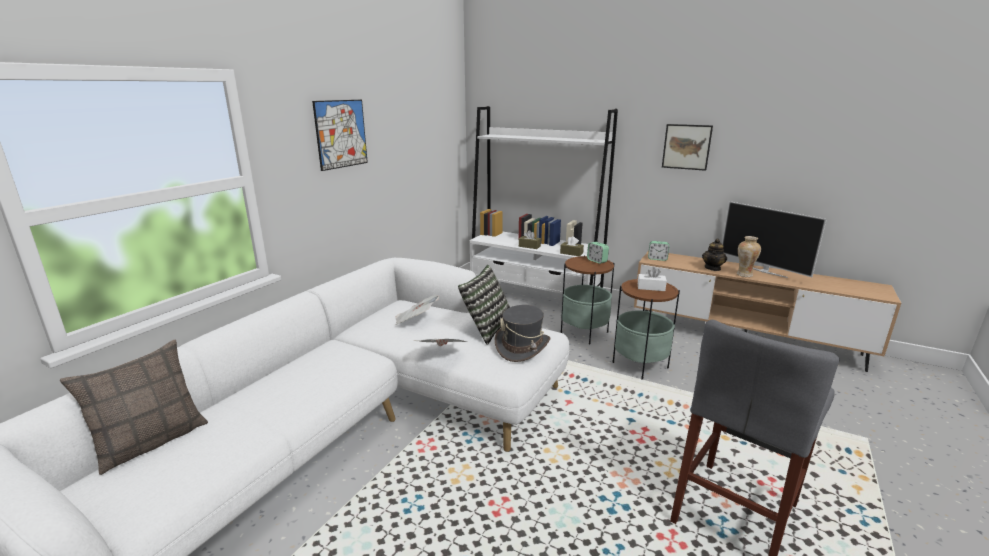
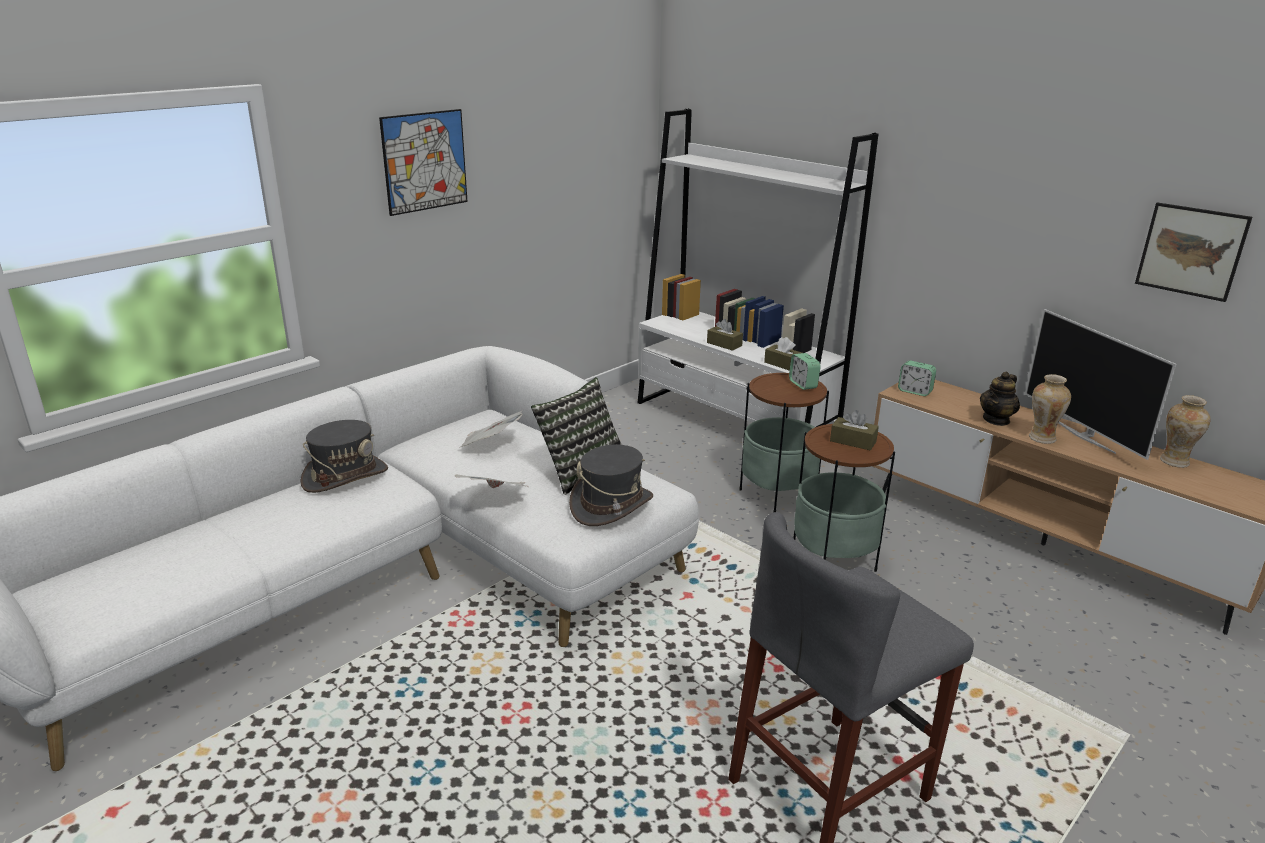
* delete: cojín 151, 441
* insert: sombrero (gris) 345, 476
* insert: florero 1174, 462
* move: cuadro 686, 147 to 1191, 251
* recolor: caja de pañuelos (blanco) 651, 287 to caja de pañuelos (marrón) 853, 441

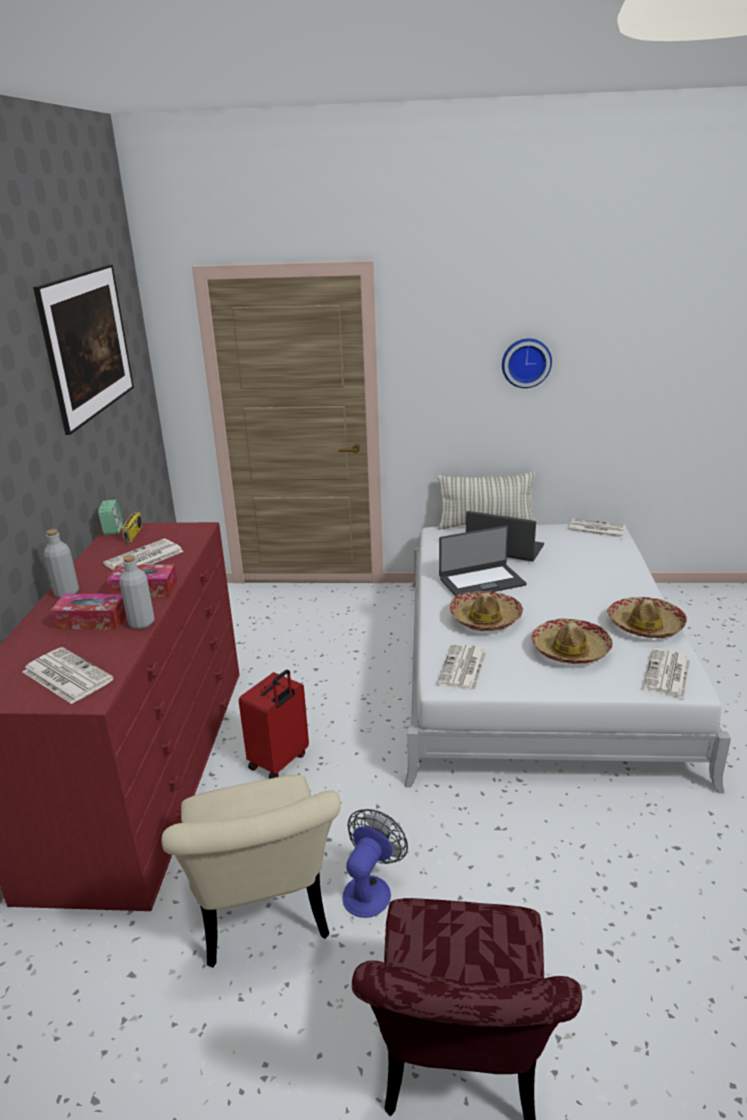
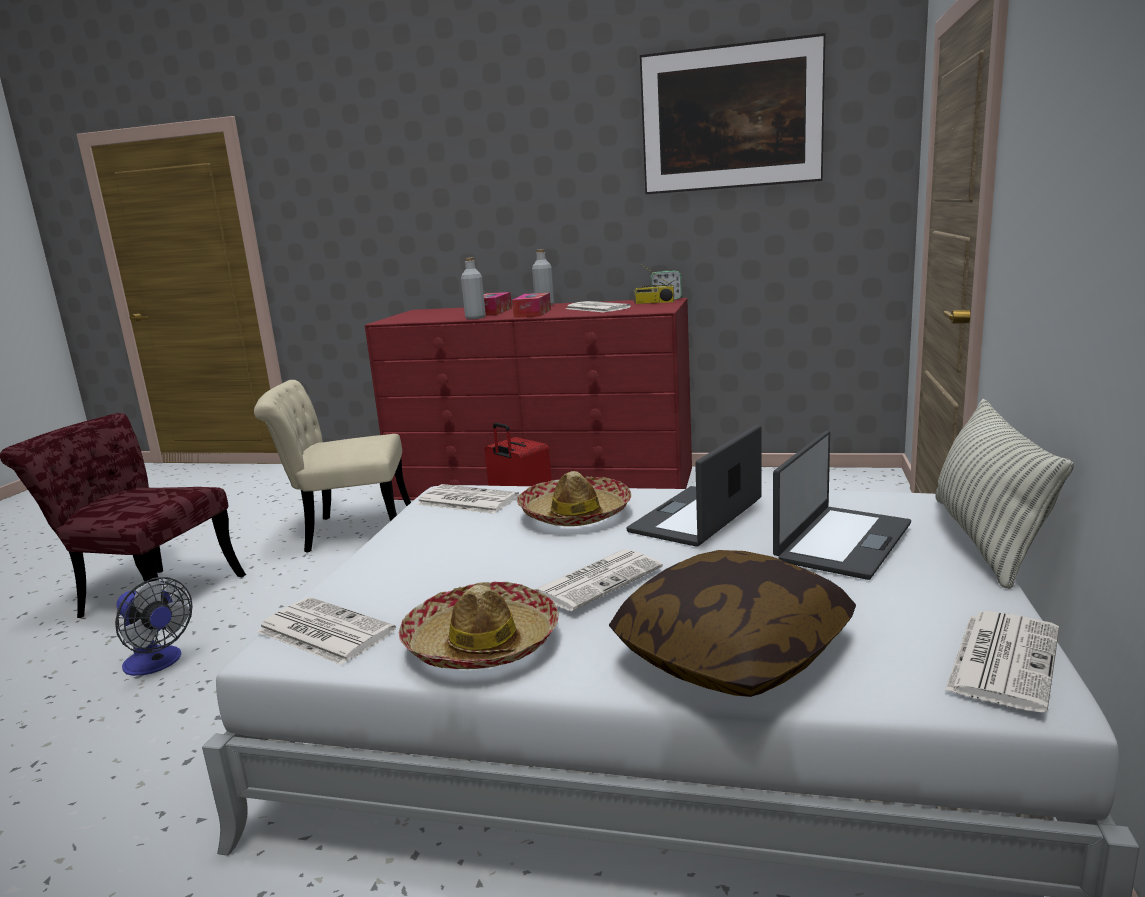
* delete: reloj de pared 526, 362
* delete: sombrero 570, 650
* insert: cojín 732, 653
* move: periódico 66, 676 to 598, 580
* move: ventilador 370, 888 to 157, 663
* rotate: portátil 481, 581 = 698, 517 45 degrees clockwise

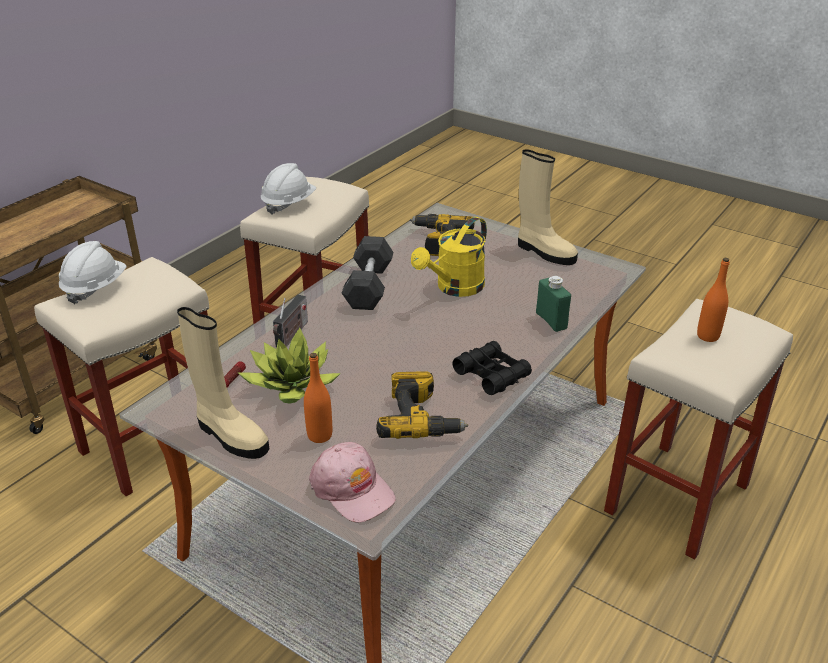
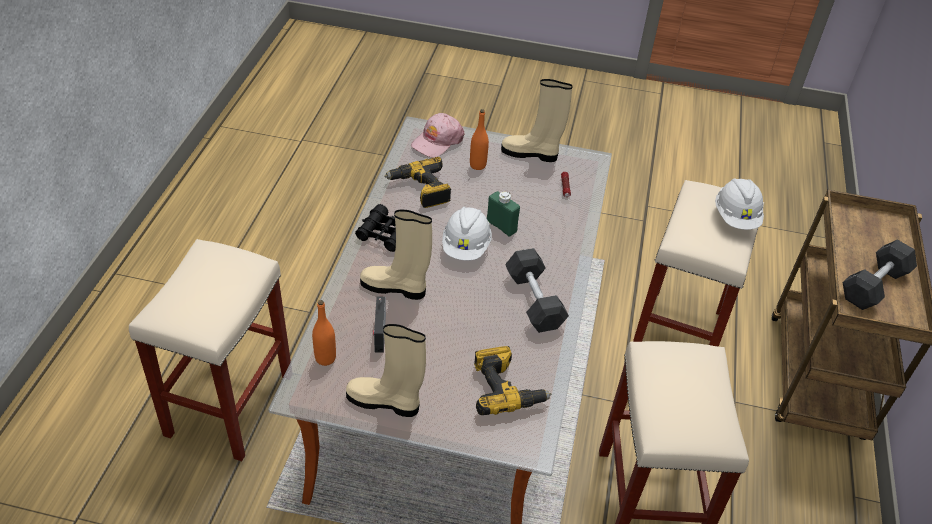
* delete: planta en maceta 292, 384
* delete: regadera (amarillo) 454, 288
* insert: bota (beis) 395, 287
* insert: mancuerna (gris) 874, 285
* move: casco (blanco) 288, 204 to 466, 247
* move: radio 291, 336 to 379, 331
* move: botella (verde) 551, 321 to 501, 226
* move: botella (naranja) 707, 336 to 325, 358
* rotate: gorra (rosa) 352, 489 = 437, 141 75 degrees counterclockwise

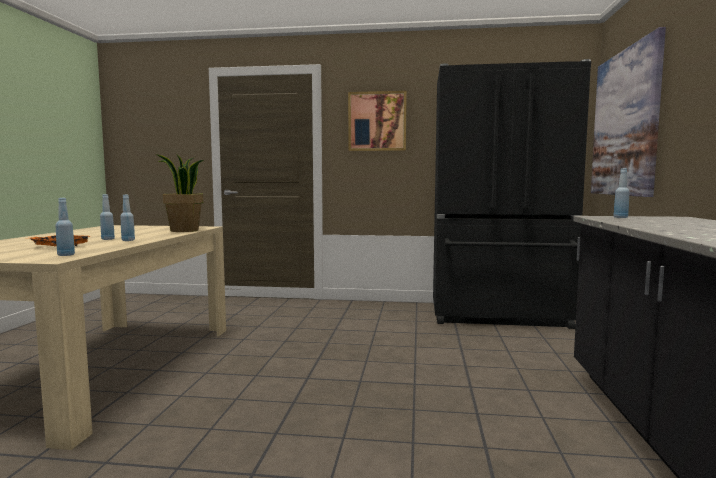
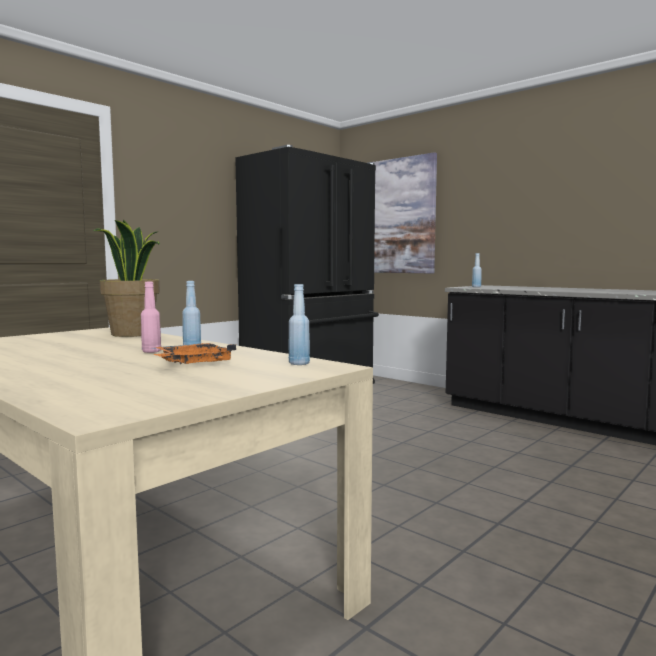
* delete: cuadro 377, 121
* recolor: botella (azul) 108, 239 to botella (rosa) 151, 351

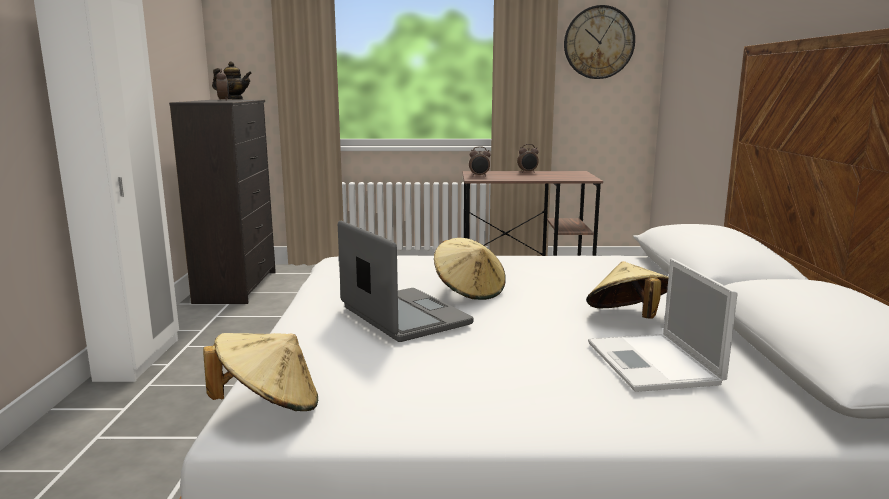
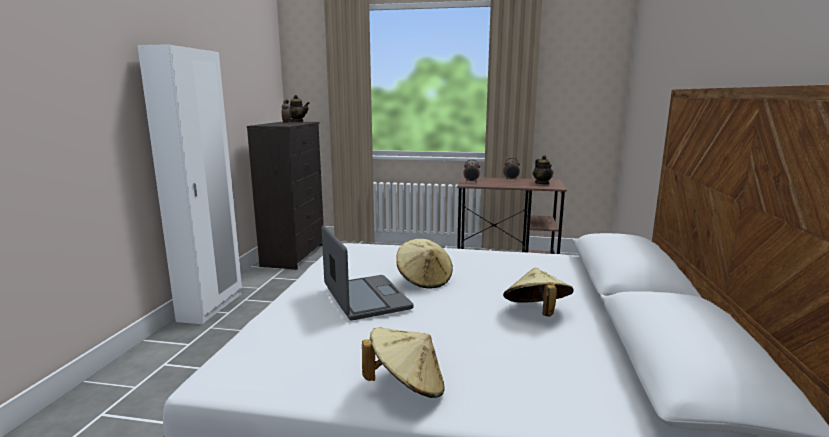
* delete: reloj de pared 599, 42
* delete: portátil 654, 364
* insert: tetera 542, 183
* move: sombrero (beis) 269, 406 to 406, 387

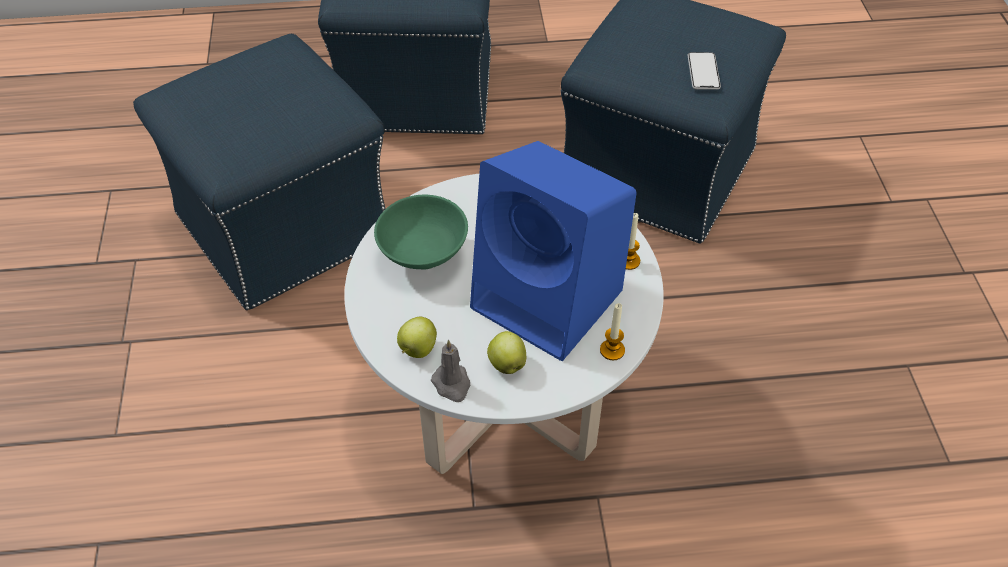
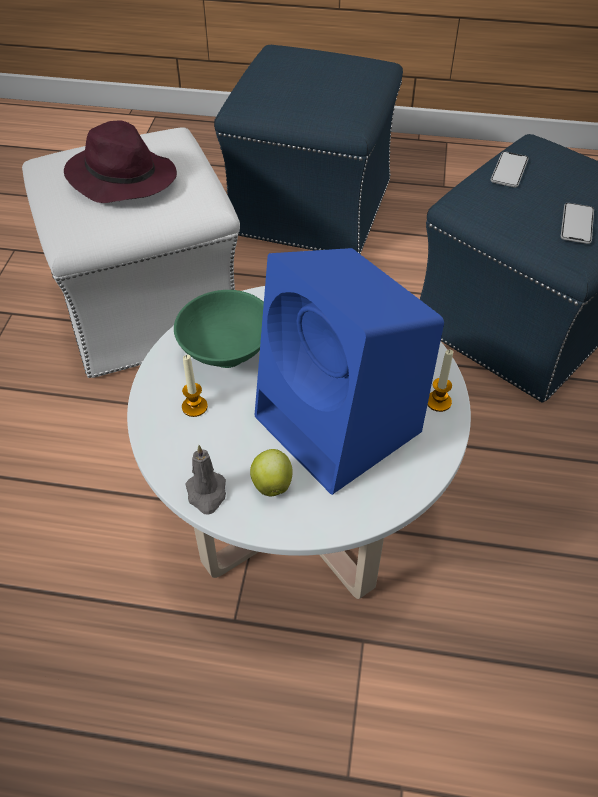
* delete: manzana 417, 349
* insert: sombrero (morado) 120, 177
* insert: móvil 509, 170
* move: vela 612, 350 to 194, 407
* recolor: puf (azul) 285, 224 to puf (blanco) 151, 307

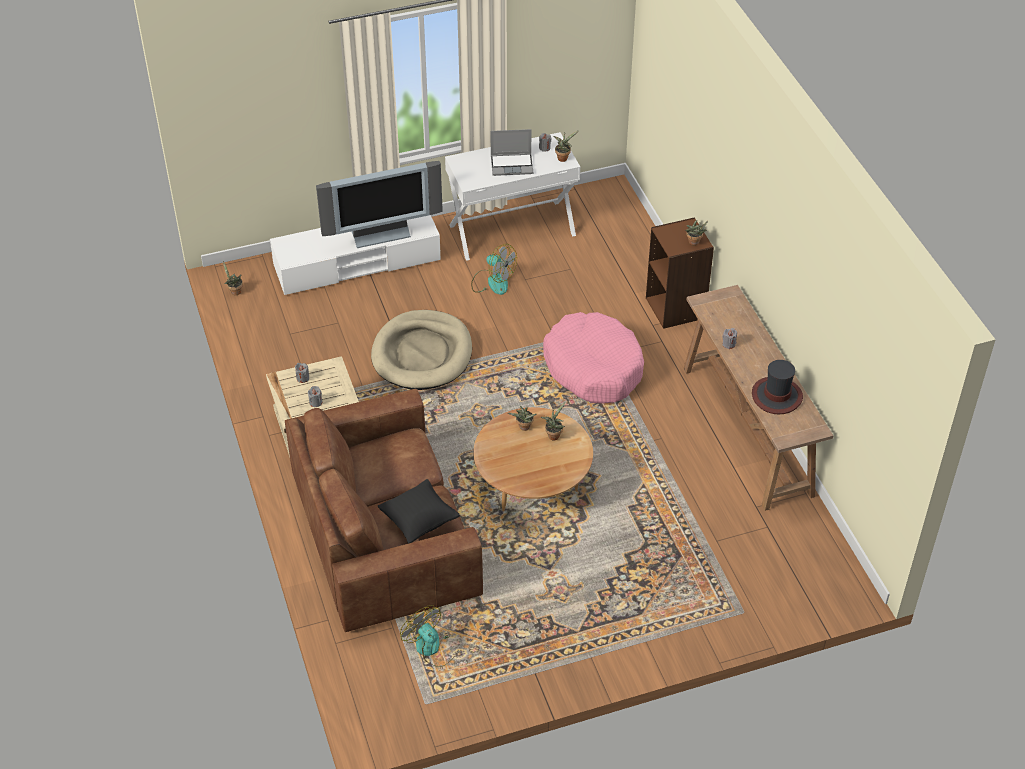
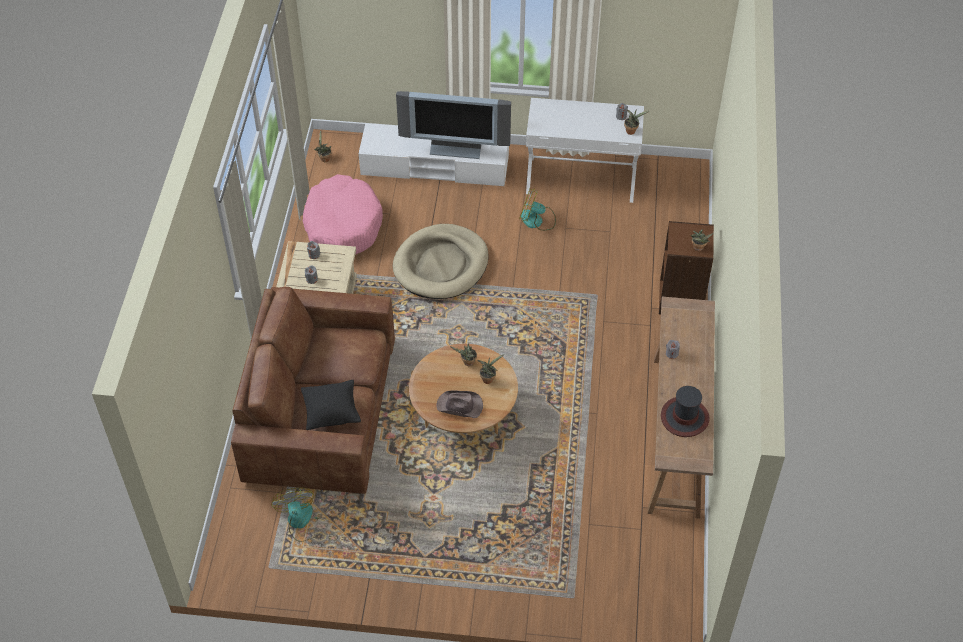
* delete: portátil 512, 165
* insert: sombrero (marrón) 460, 406
* move: cama para perro (rosa) 593, 367 to 342, 225
* rotate: ventilador 492, 281 = 537, 220 135 degrees clockwise

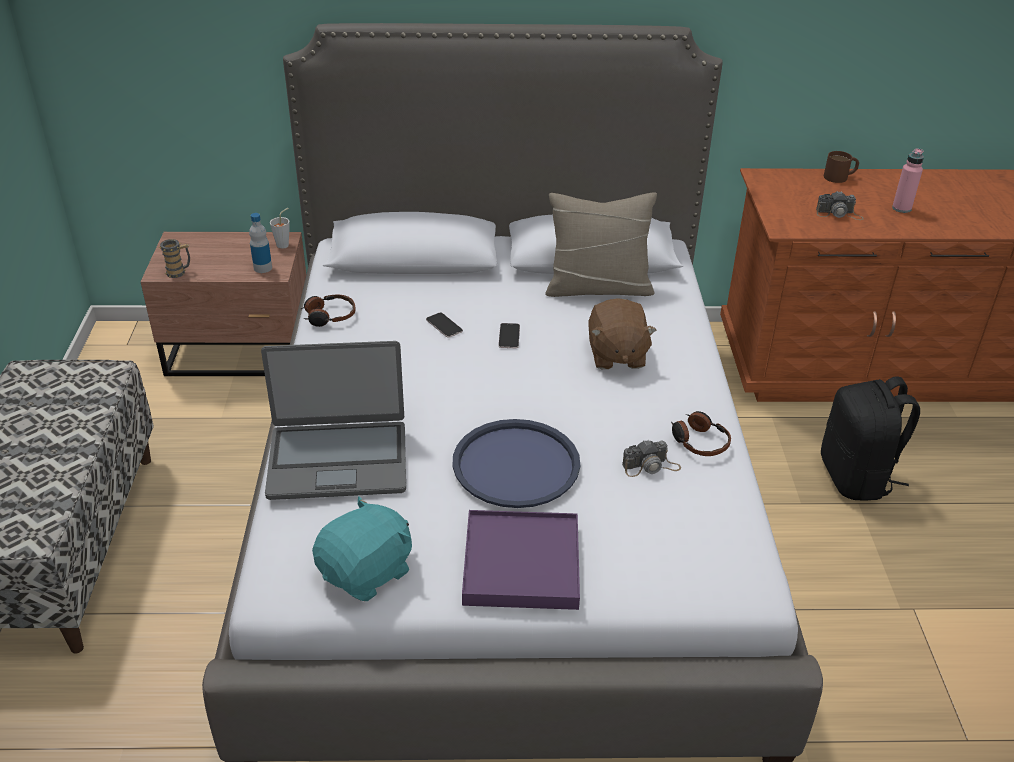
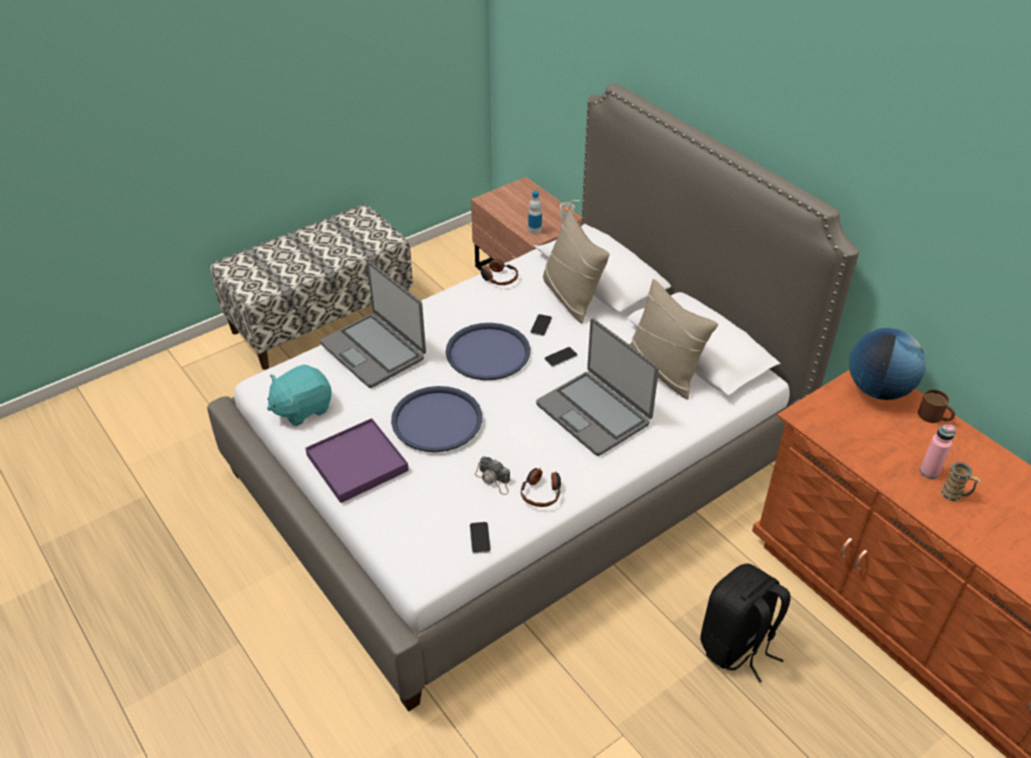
* delete: cámara 839, 214
* insert: bandeja (azul) 488, 352
* insert: móvil 480, 538
* insert: cojín (beis) 571, 297
* insert: globo terráqueo 878, 389
* move: taza grande 179, 272 to 955, 495
* replace: peluche (marrón) 616, 355 to portátil 594, 413
* rotate: peluche (turquesa) 367, 572 = 302, 408 135 degrees clockwise

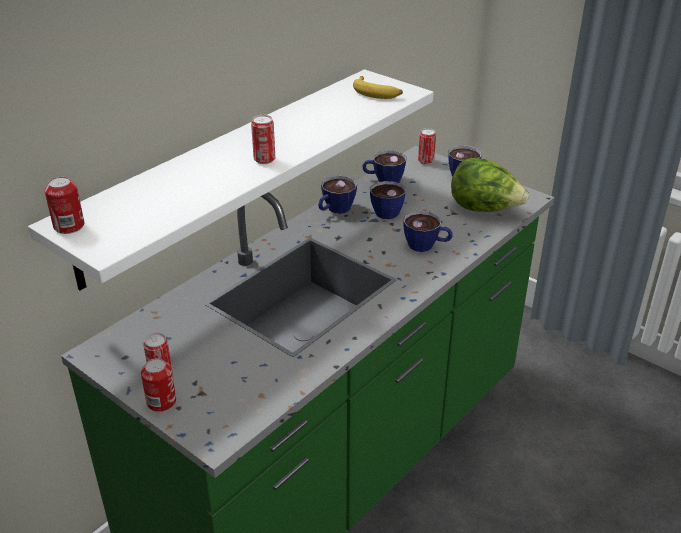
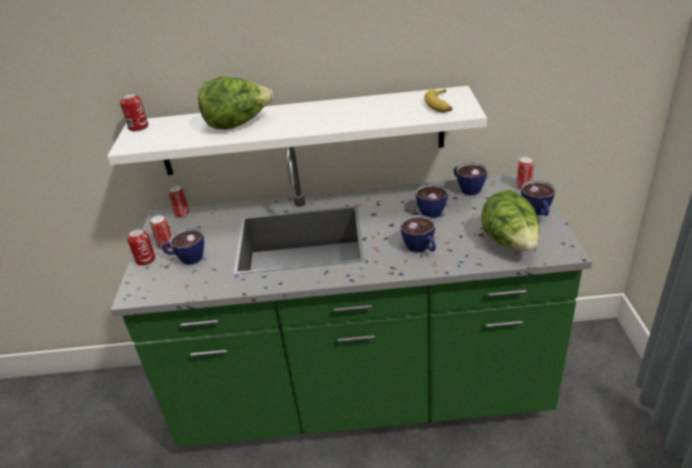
* insert: lechuga 238, 124
* move: lata 264, 160 to 182, 214
* move: taza 335, 210 to 186, 258

